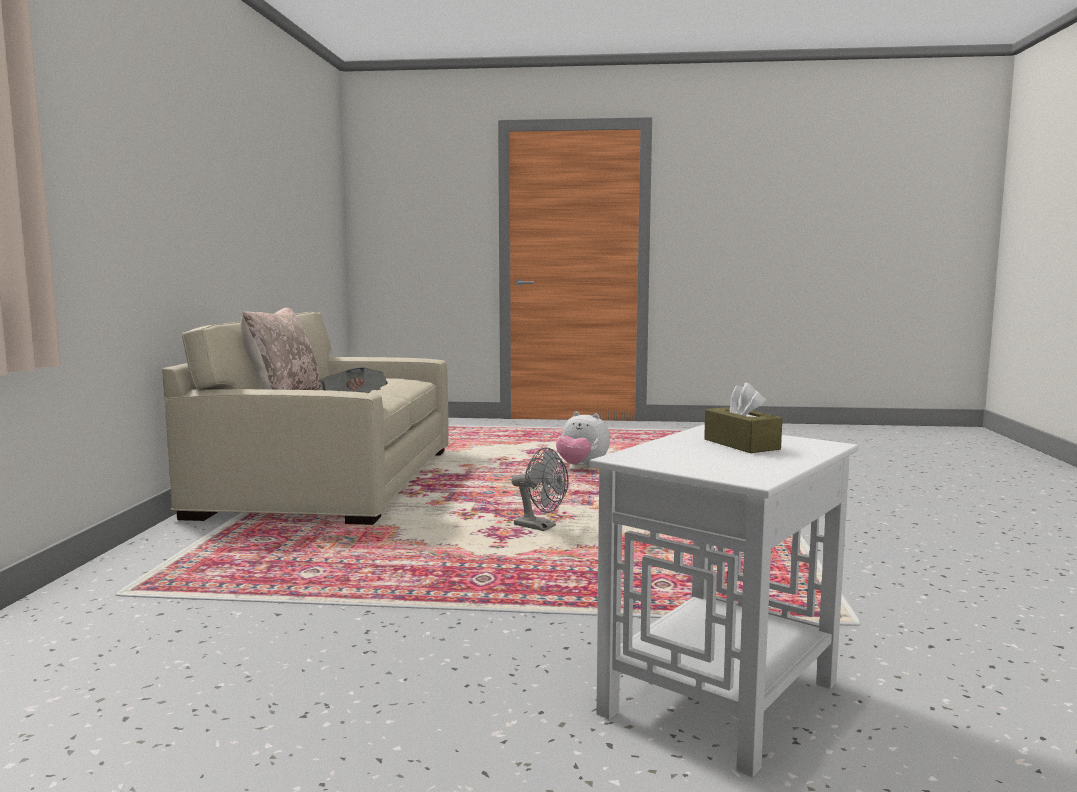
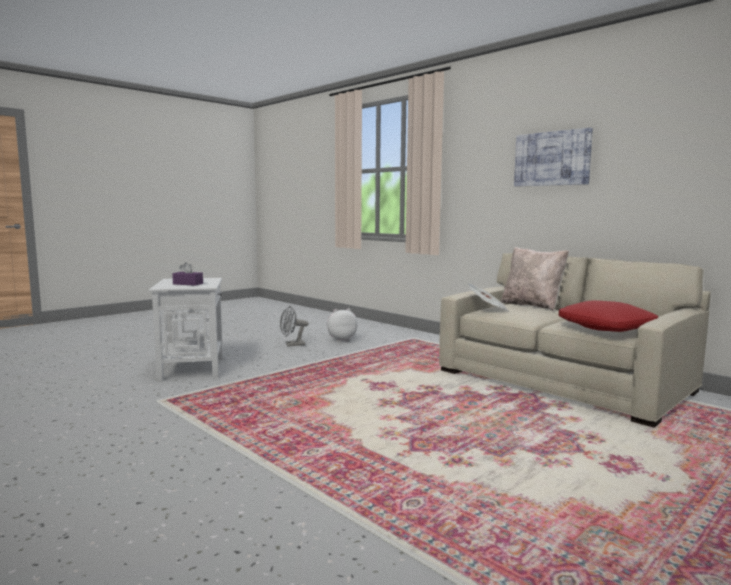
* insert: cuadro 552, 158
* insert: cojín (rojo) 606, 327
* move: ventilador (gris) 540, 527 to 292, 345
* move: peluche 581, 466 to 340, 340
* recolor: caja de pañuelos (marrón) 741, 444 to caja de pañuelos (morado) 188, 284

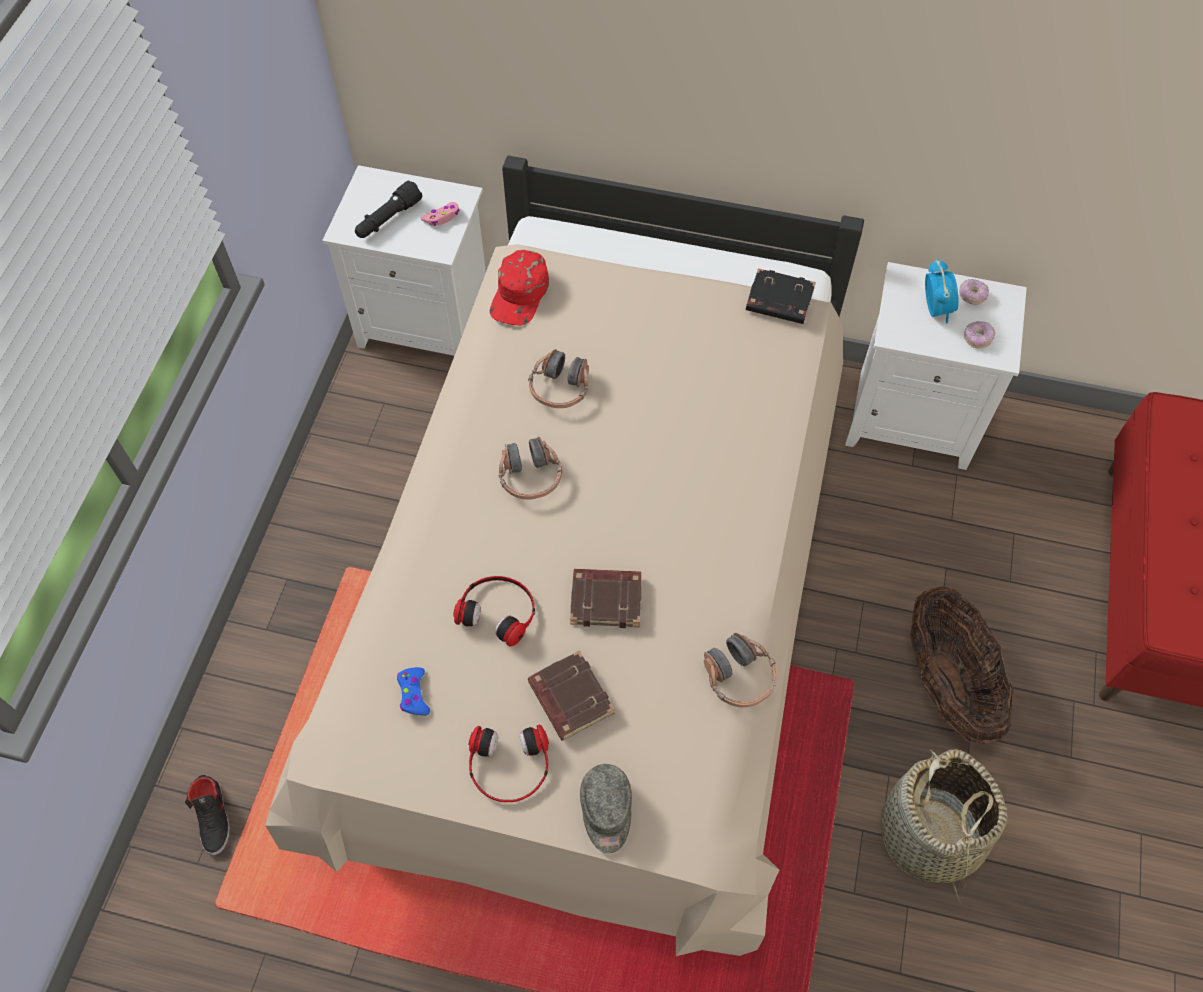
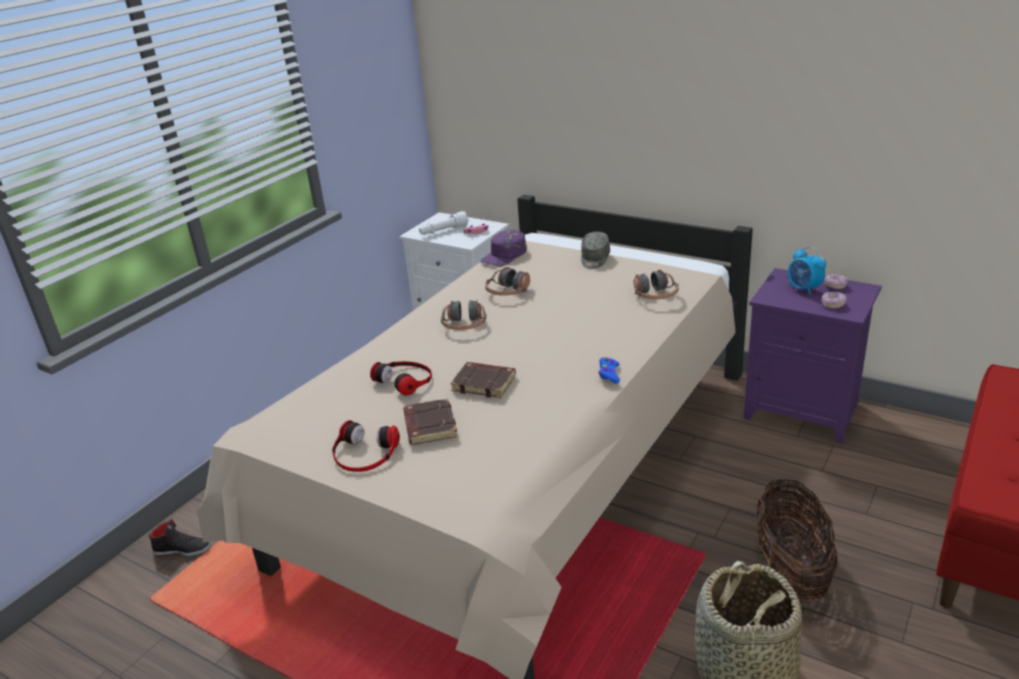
* delete: libro (negro) 778, 301
* move: mando de consola (azul) 413, 694 to 609, 374
* move: gorra (gris) 606, 811 to 594, 259
* move: auriculares 739, 677 to 655, 296
* recolor: linterna (negro) 388, 219 to linterna (blanco) 443, 231
* recolor: gorra (rojo) 520, 294 to gorra (morado) 504, 255
* recolor: mesita de noche (blanco) 913, 418 to mesita de noche (morado) 804, 410
* rotate: zapato (negro) 214, 817 = 182, 549 90 degrees counterclockwise
* rotate: despertador 935, 308 = 804, 289 135 degrees clockwise

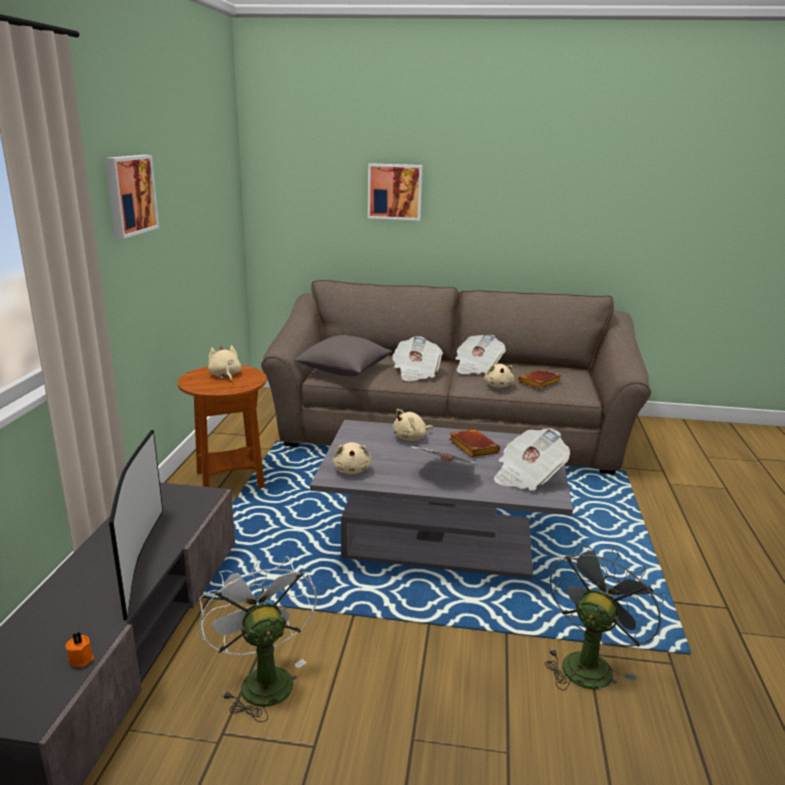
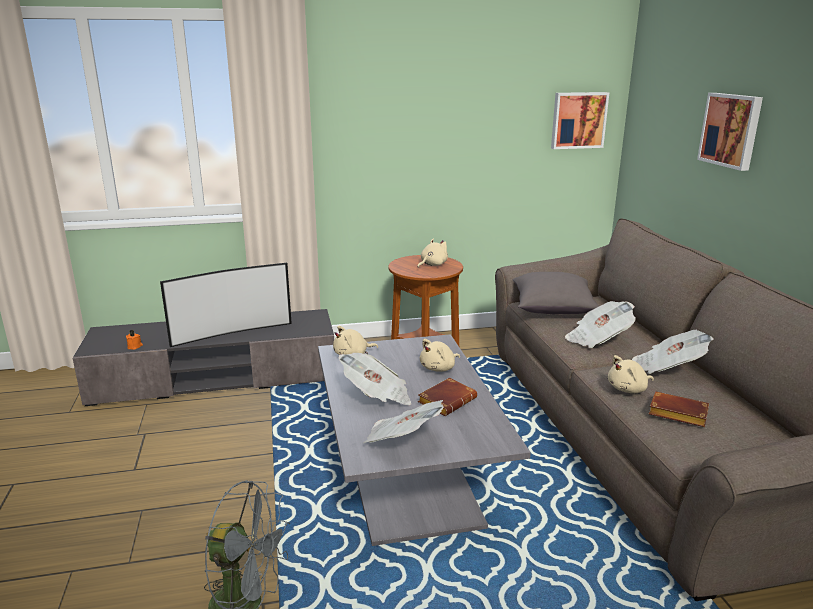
* delete: ventilador (blanco) 261, 679
* move: cuadro 129, 195 to 578, 120
* rotate: peluche (beis) 411, 438 = 439, 368 75 degrees counterclockwise

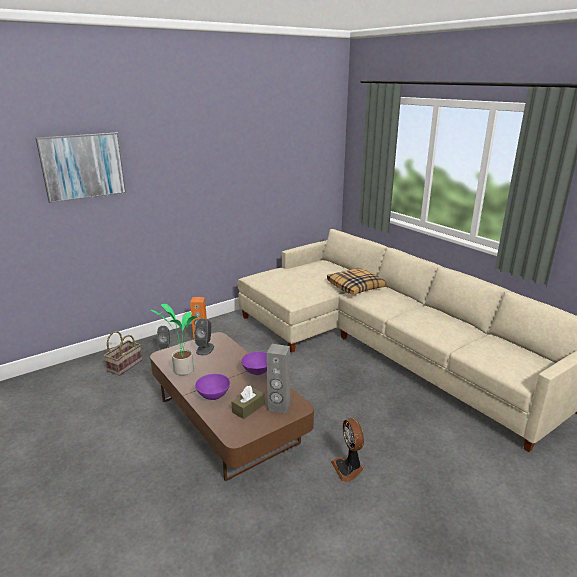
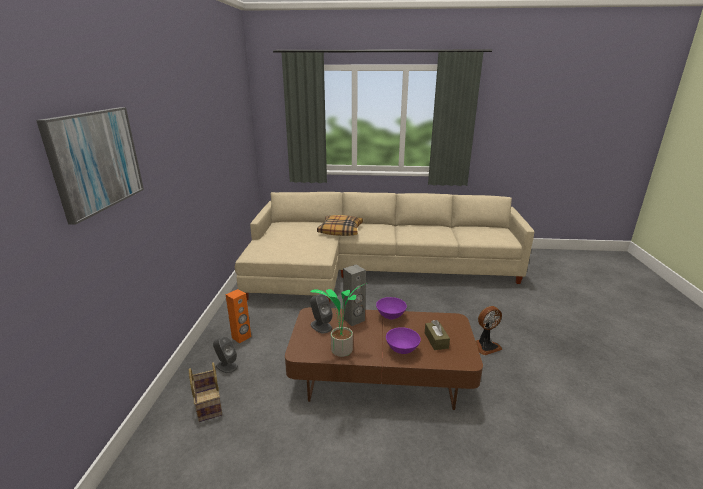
* move: altavoz (gris) 279, 407 to 354, 320
* rotate: ventilador 348, 468 = 486, 346 45 degrees counterclockwise

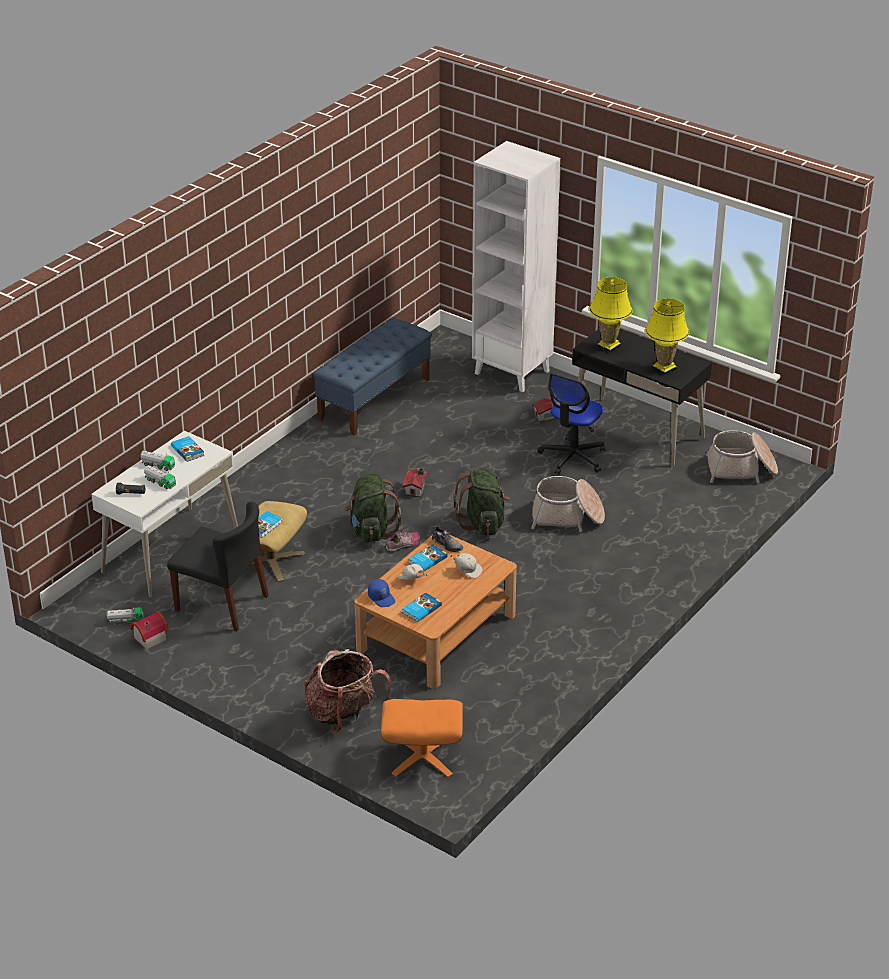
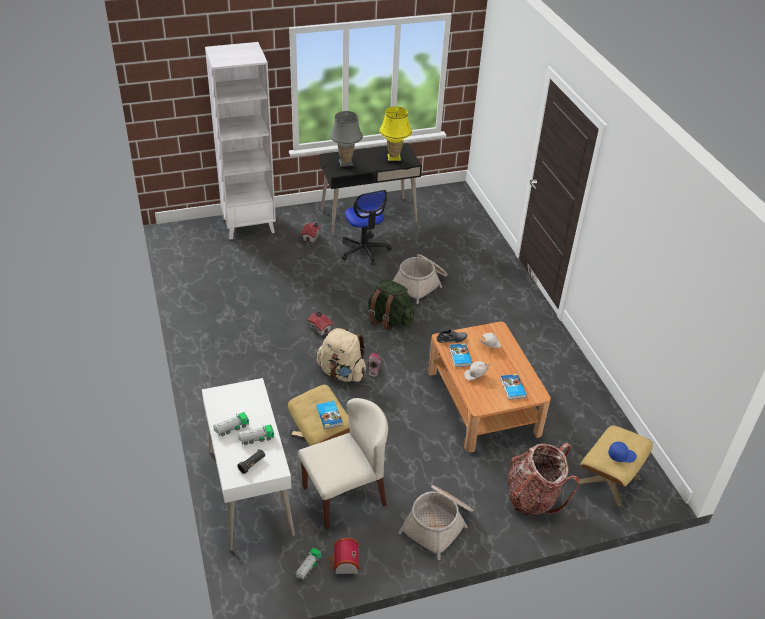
* delete: libro 188, 450
* delete: banco (azul) 374, 399
* move: gorra (azul) 382, 598 to 621, 455
* move: cesta 741, 469 to 438, 524
* recolor: silla (negro) 222, 603 to silla (beis) 344, 495
* recolor: mochila (verde) 371, 530 to mochila (beis) 342, 372
* recolor: puf (naranja) 422, 756 to puf (beis) 609, 480
* recolor: lámpara de mesa (amarillo) 608, 346 to lámpara de mesa (gris) 346, 164

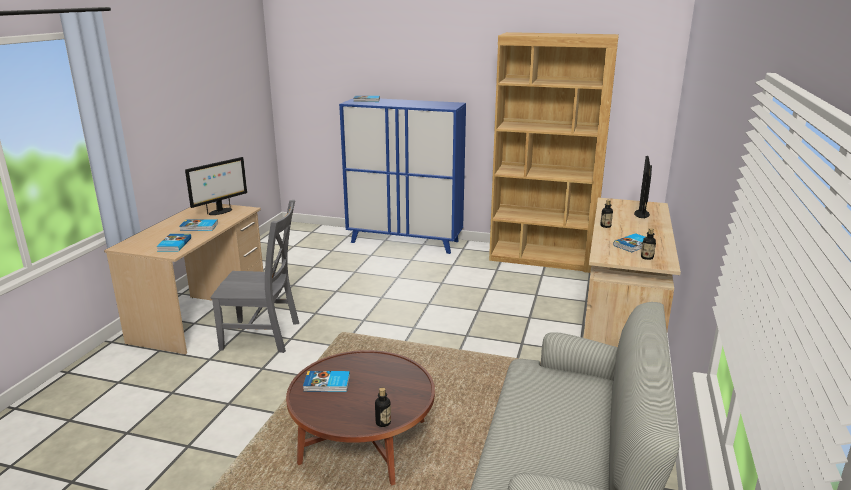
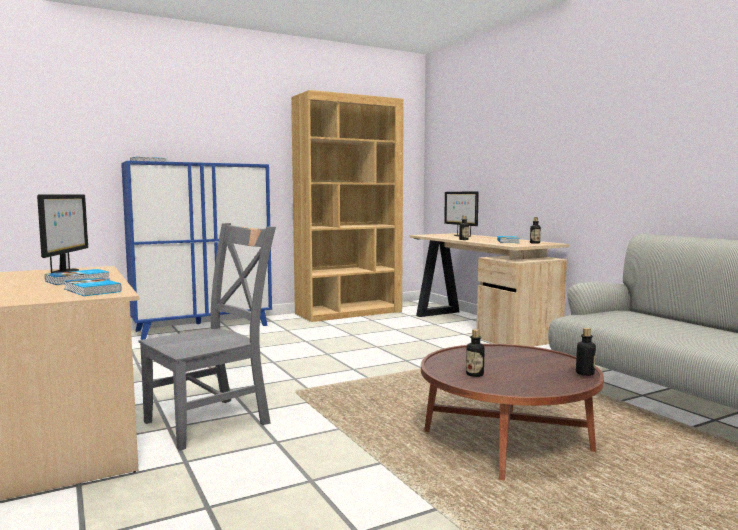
* replace: libro 327, 384 to botella 474, 374

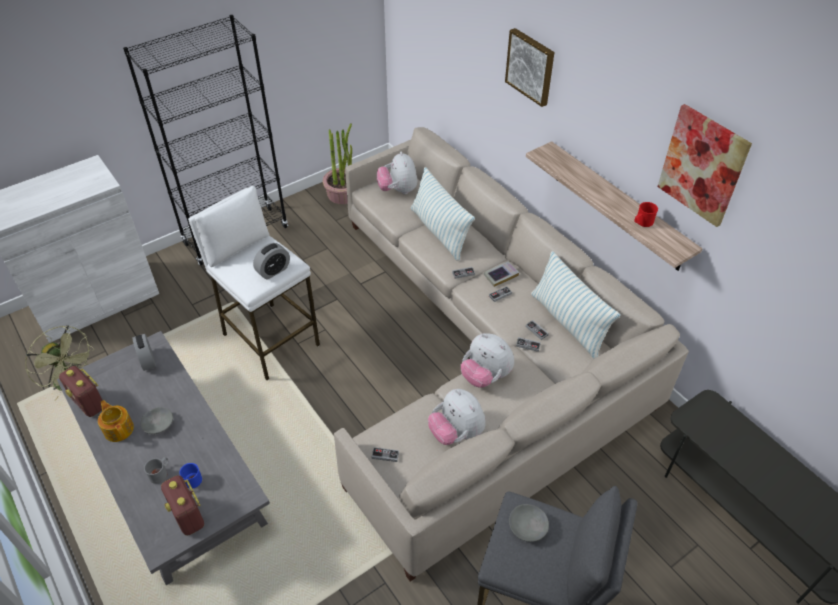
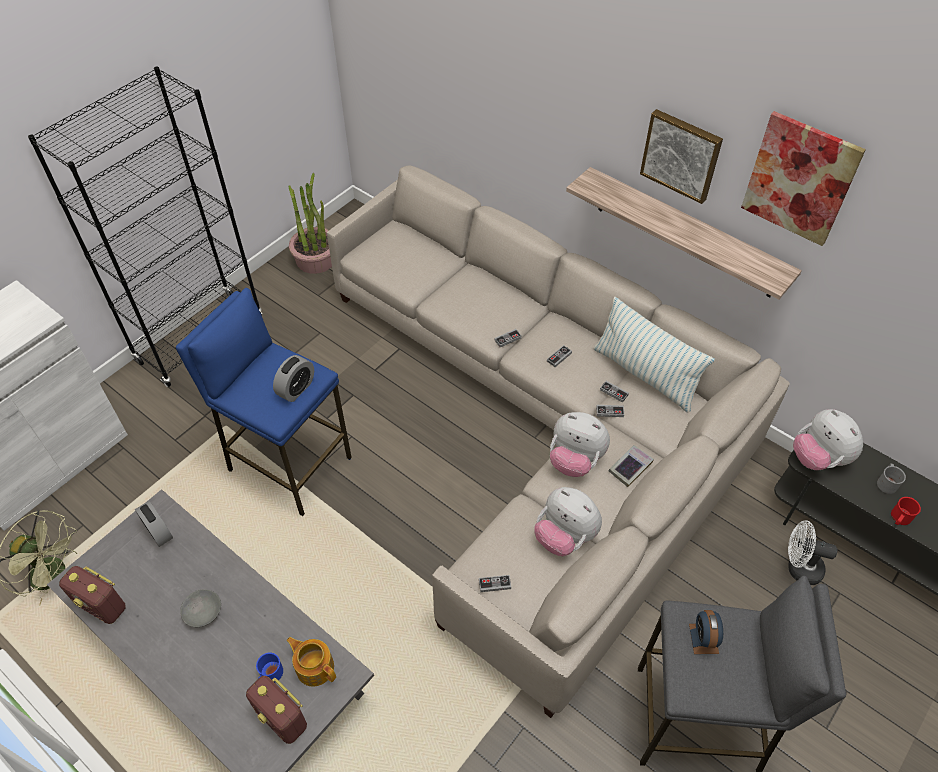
* delete: cojín 439, 231
* insert: ventilador (blanco) 798, 568
* move: tetera 119, 429 to 314, 666
* move: taza grande (gris) 160, 473 to 886, 482
* move: peluche 398, 190 to 818, 458
* move: libro 501, 275 to 630, 467
* move: cuadro 531, 66 to 681, 155
* move: taza grande (rojo) 642, 222 to 899, 518
* replace: cuenco (gris) 528, 527 to despertador 703, 638
* recolor: taburete (blanco) 270, 340 to taburete (azul) 289, 464

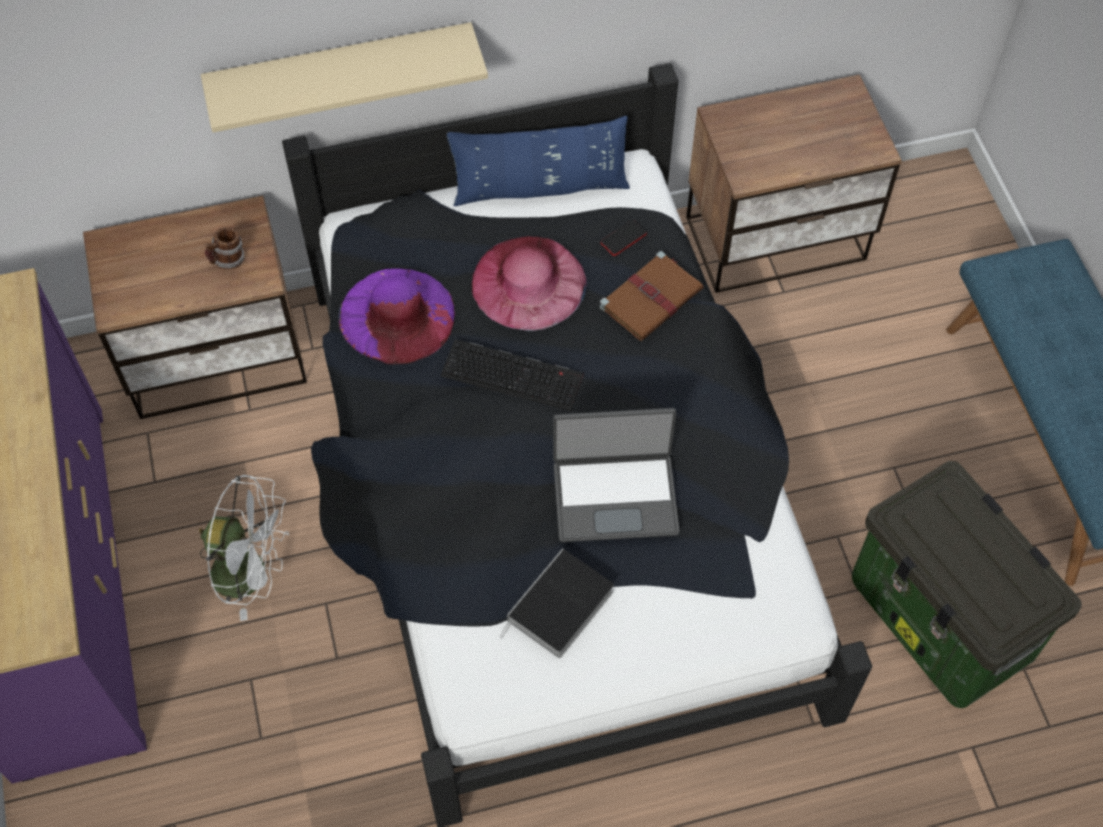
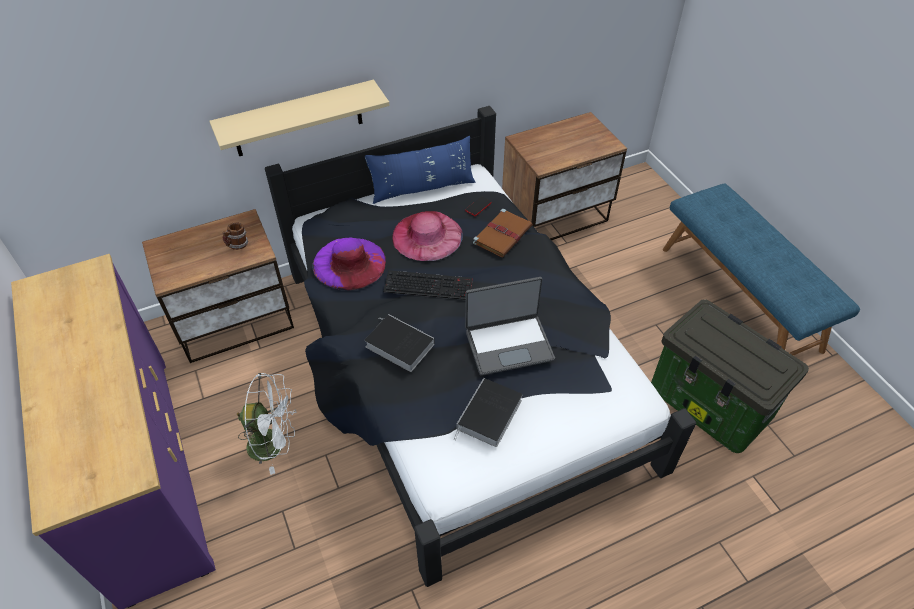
* insert: libro 397, 345

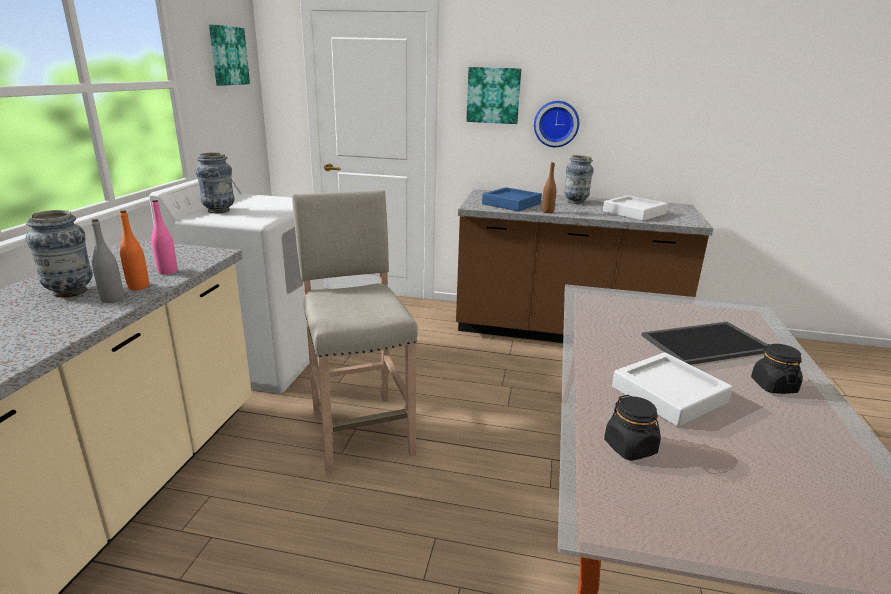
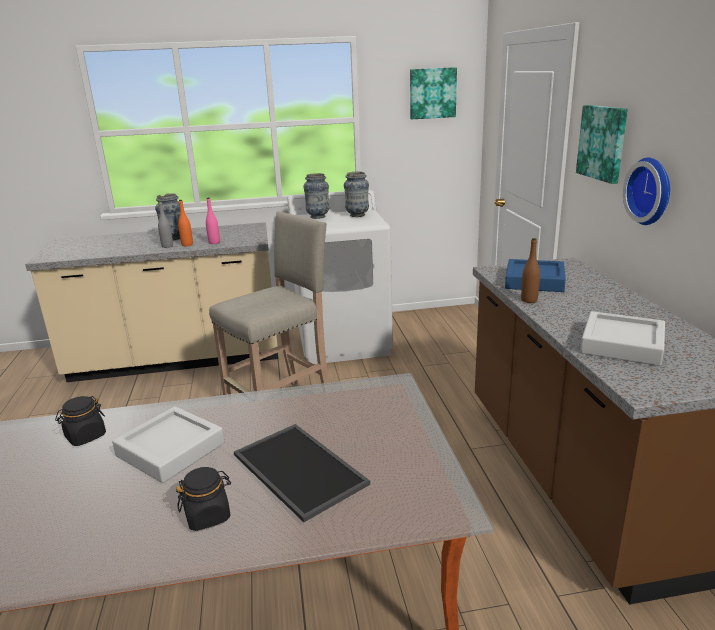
* move: florero 575, 202 to 357, 215

